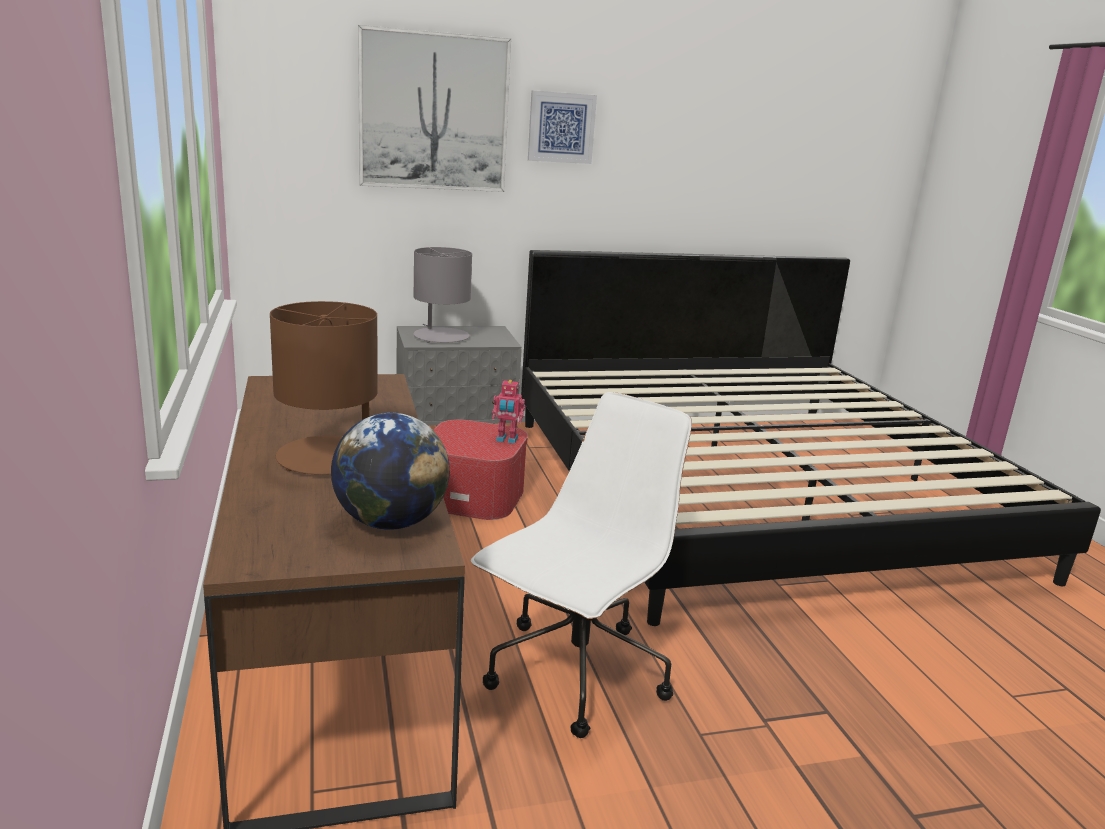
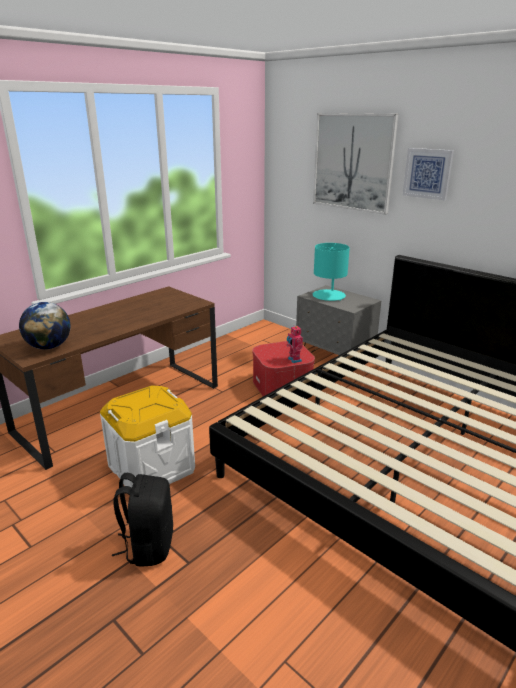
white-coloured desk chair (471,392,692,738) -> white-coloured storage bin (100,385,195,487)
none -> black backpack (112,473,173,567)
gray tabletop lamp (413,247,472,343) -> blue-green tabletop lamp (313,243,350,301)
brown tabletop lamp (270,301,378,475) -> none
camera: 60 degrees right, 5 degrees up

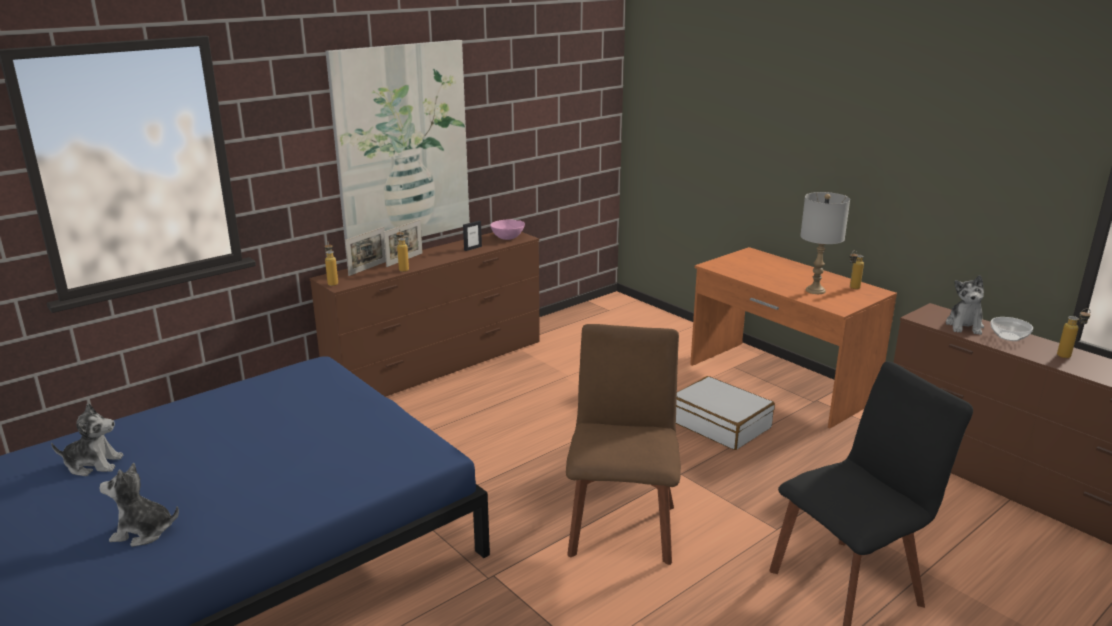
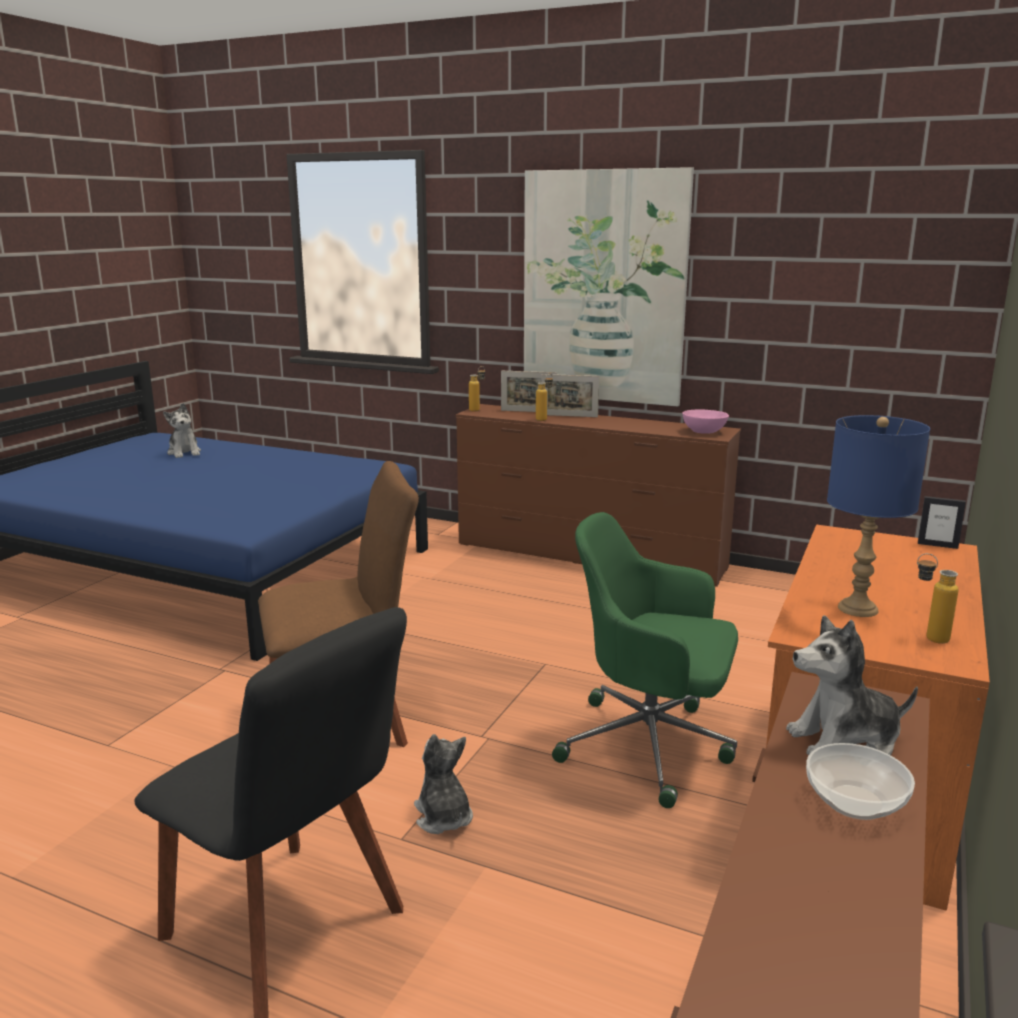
plush toy (99,463,179,547) -> plush toy (414,734,473,834), shifted
white-coloured suitcase (676,376,775,450) -> greenish desk chair (552,512,738,808)
gray tabletop lamp (800,192,850,294) -> bluish tabletop lamp (827,415,930,617)
picture frame (463,221,482,251) -> picture frame (918,496,966,549), shifted
bottle (1057,308,1090,358) -> none
camera: 65 degrees right, 5 degrees down

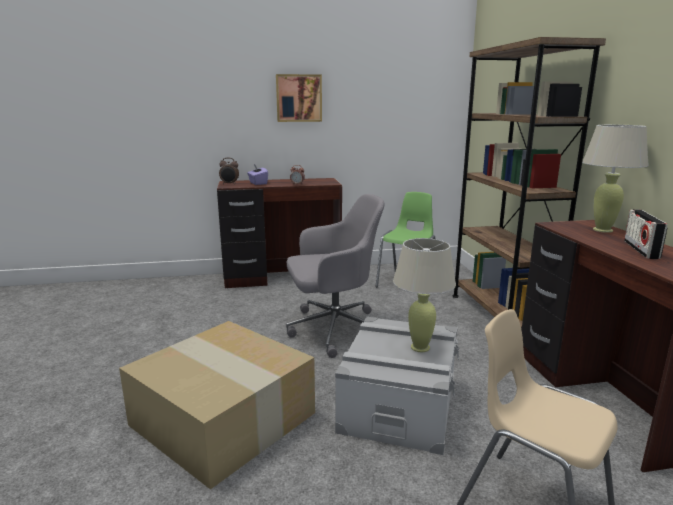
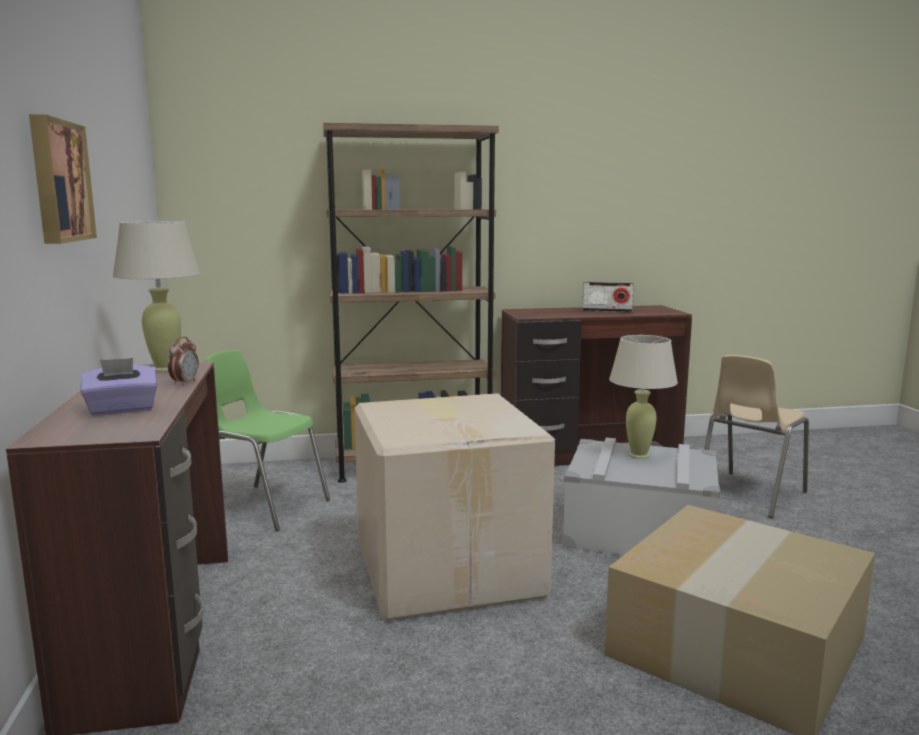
sand-coloured tabletop lamp (582,125,649,233) -> sand-coloured tabletop lamp (113,221,200,372), shifted
gray desk chair (286,194,384,358) -> carton (354,393,555,620)
bedside clock (219,158,239,185) -> none
camera: 90 degrees left, 5 degrees down

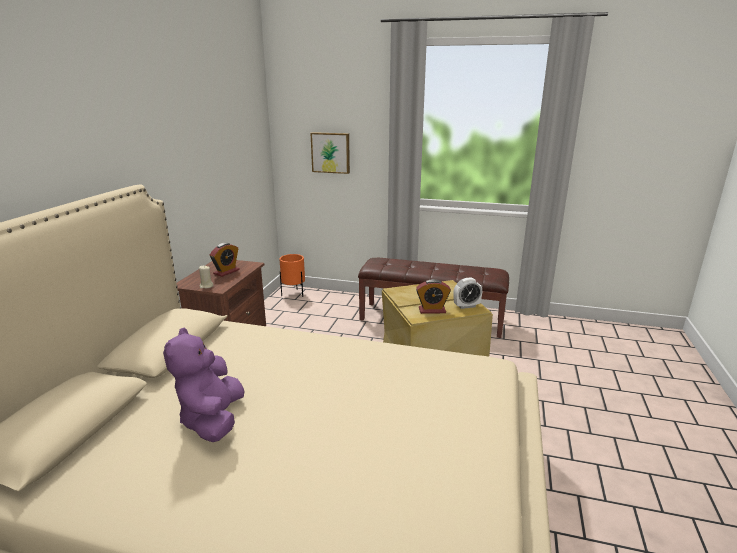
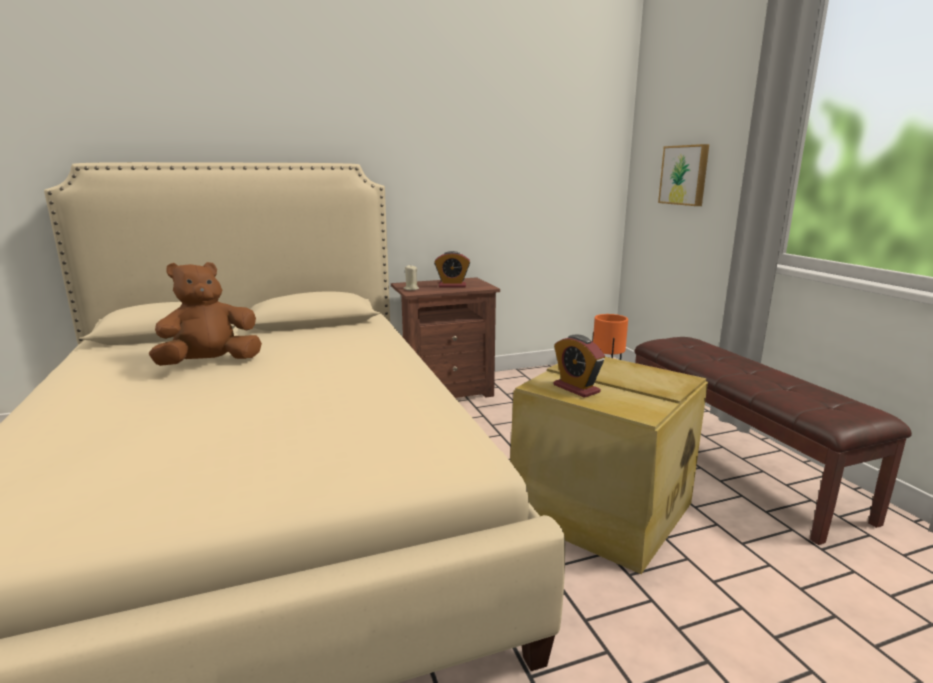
purple plush toy (163,328,245,442) -> brown plush toy (149,262,262,366)
bedside clock (453,278,482,309) -> none
camera: 55 degrees right, 5 degrees down

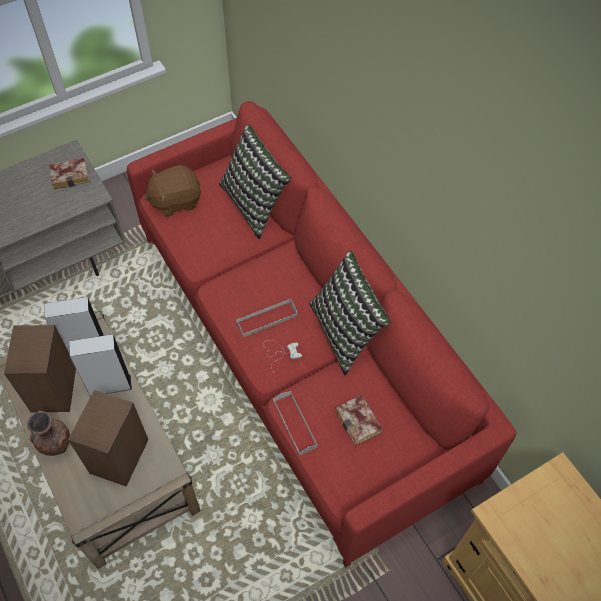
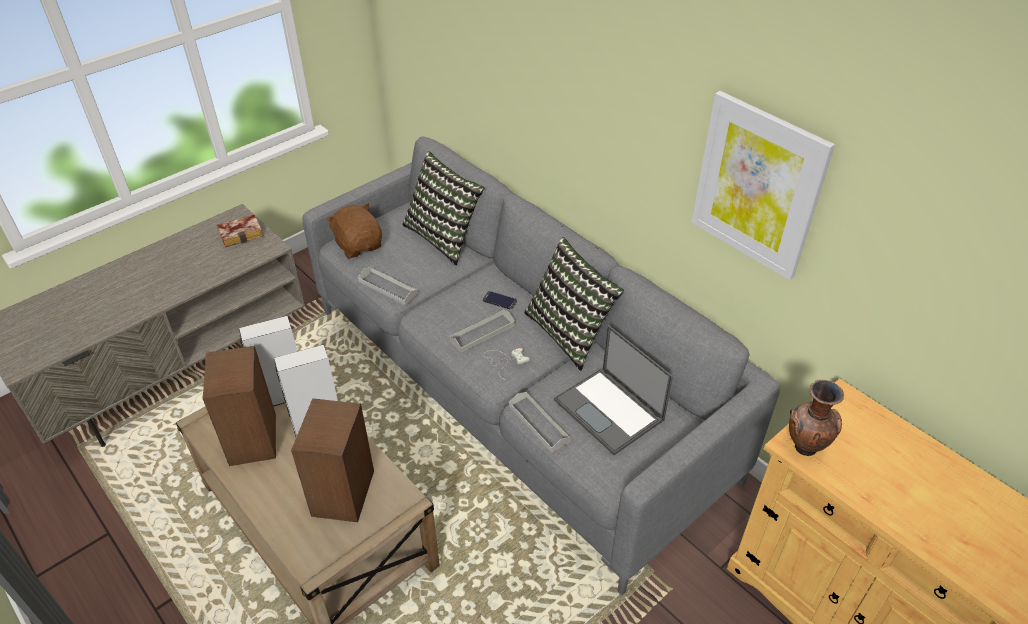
red-coloured sofa (127,101,517,567) -> gray sofa (303,137,780,595)
brown plush toy (144,165,201,217) -> brown plush toy (326,203,382,259), 90 degrees clockwise
none -> gray serving tray (358,267,418,305)
none -> handset (482,291,517,309)
volume (335,395,383,446) -> portable computer (554,325,673,455)
none -> wall picture (691,91,835,280)
brown flower vase (27,411,70,456) -> brown flower vase (789,380,844,456), shifted
camera: 10 degrees left, 15 degrees down

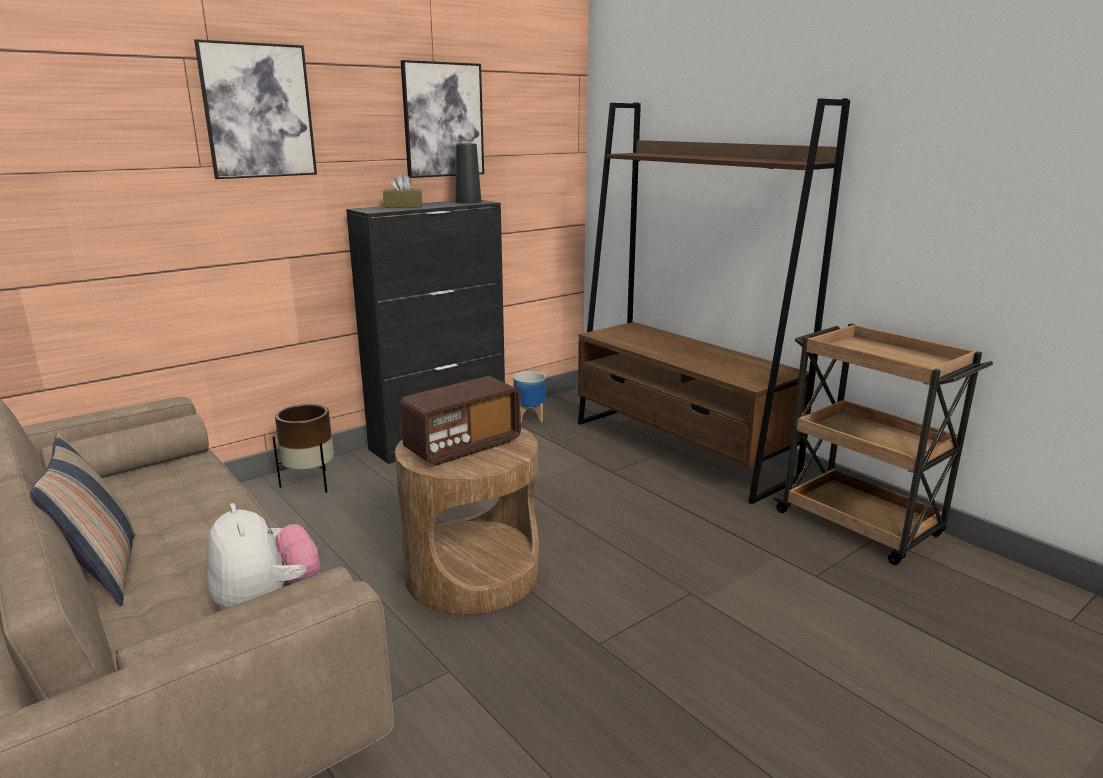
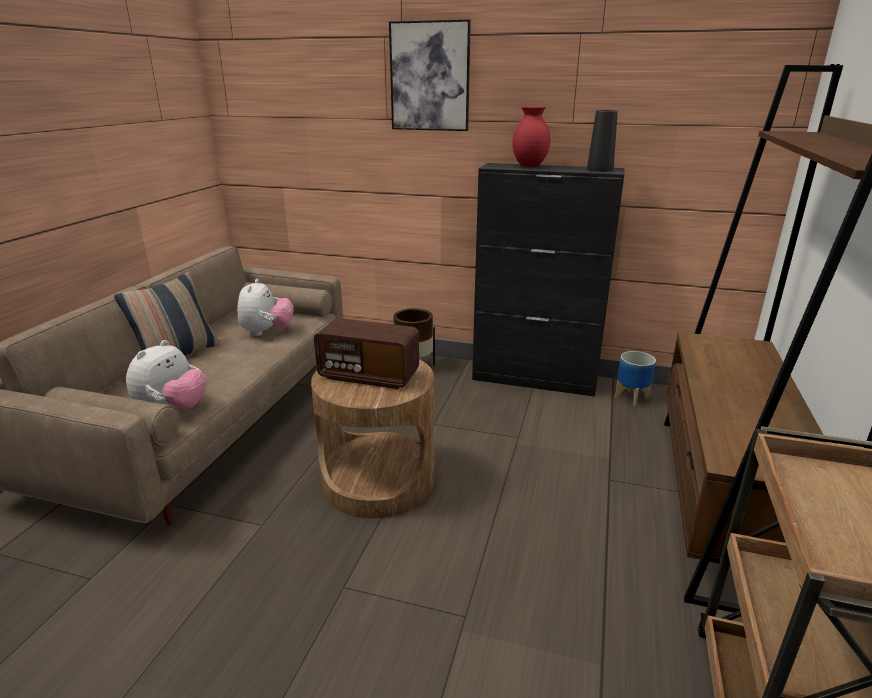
none -> plush toy (237,279,293,336)
brown tissue box (383,174,422,208) -> red-coloured flower vase (512,106,551,167)
wall picture (401,60,484,178) -> none
camera: 55 degrees right, 5 degrees up

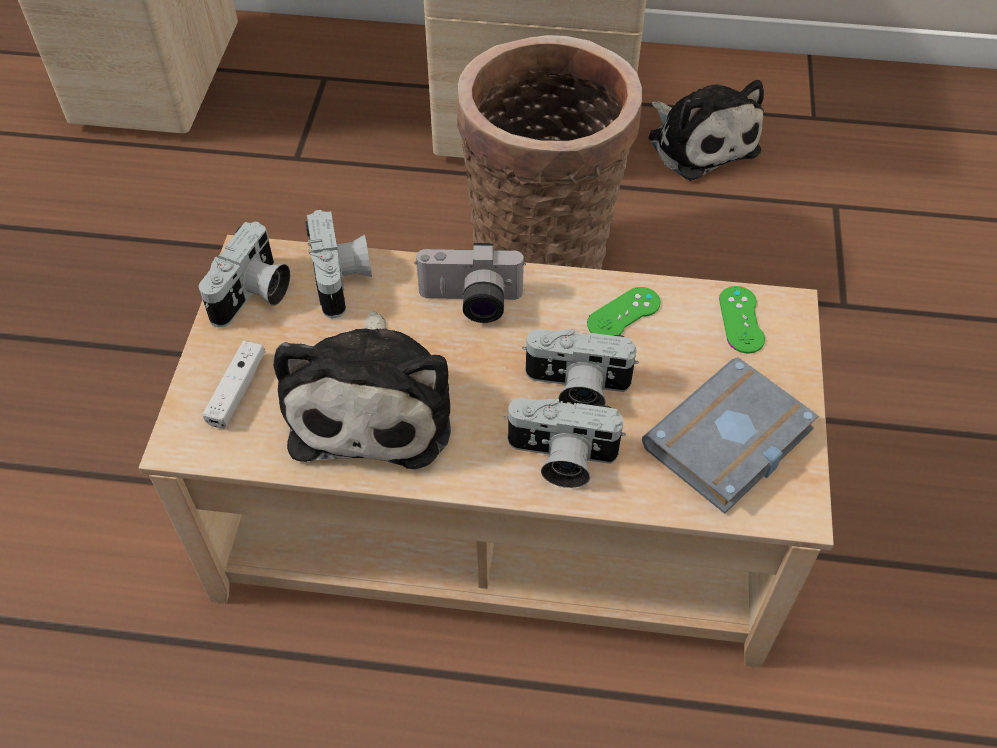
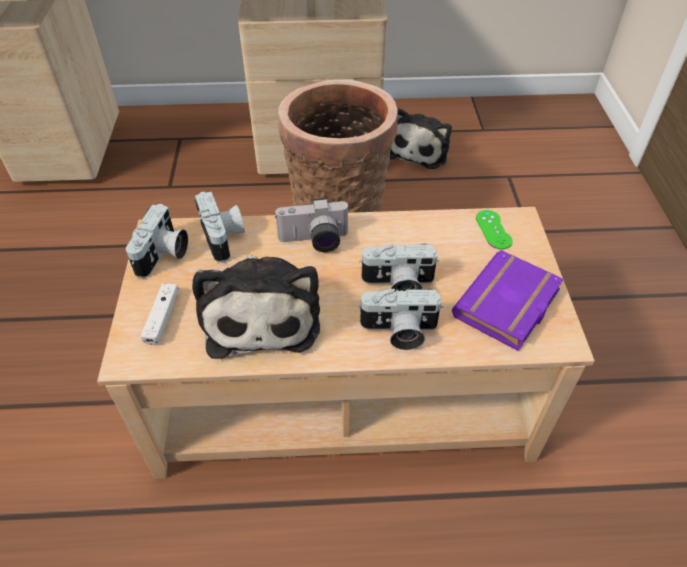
plush toy (648,80,764,181) -> plush toy (390,108,452,169), 60 degrees clockwise
gray volume (642,357,819,514) -> purple volume (452,250,563,351)
greenish game controller (587,287,661,336) -> none
camera: 10 degrees left, 5 degrees down

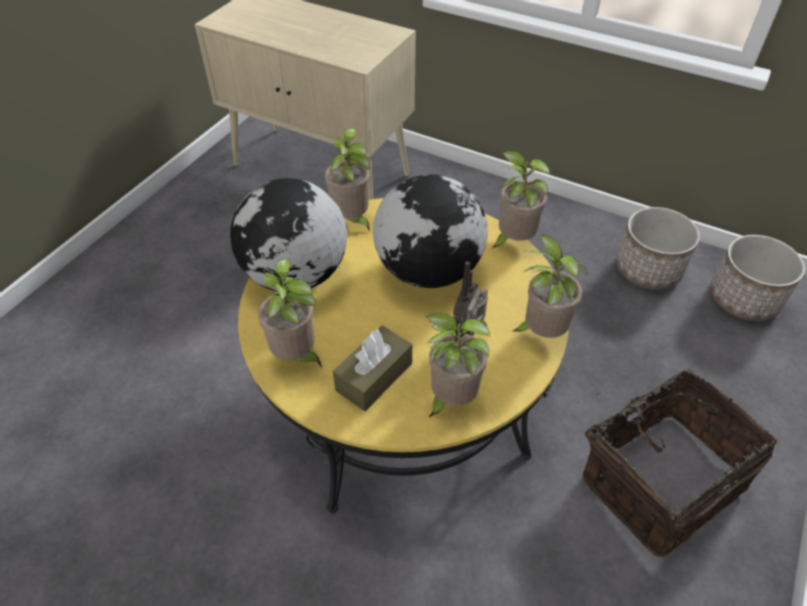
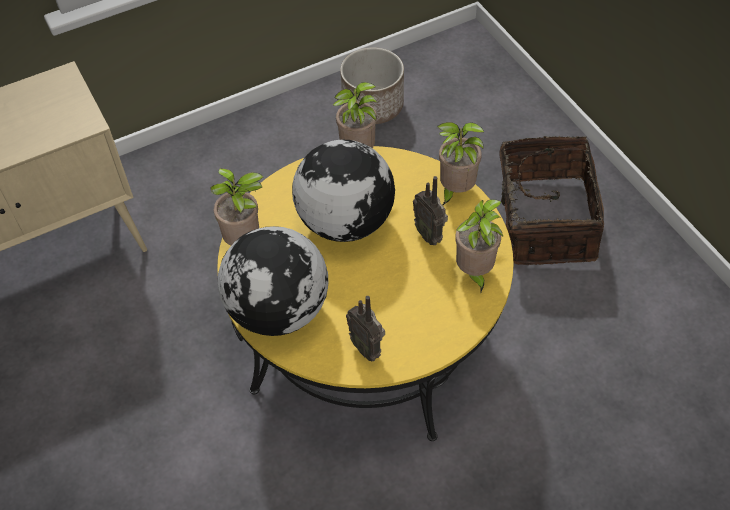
houseplant (258,259,322,367) -> radio (346,296,385,361)
brown tissue box (333,325,412,411) -> none
plant pot (710,235,805,321) -> none
camera: 55 degrees left, 5 degrees up

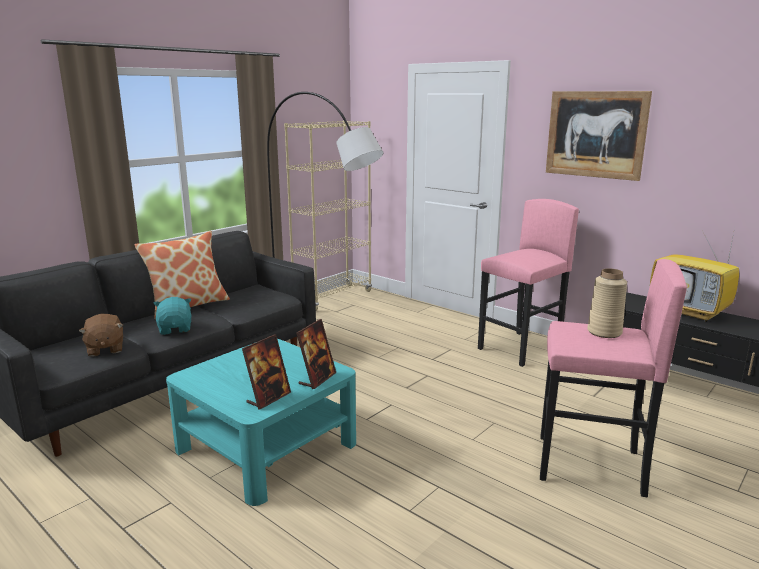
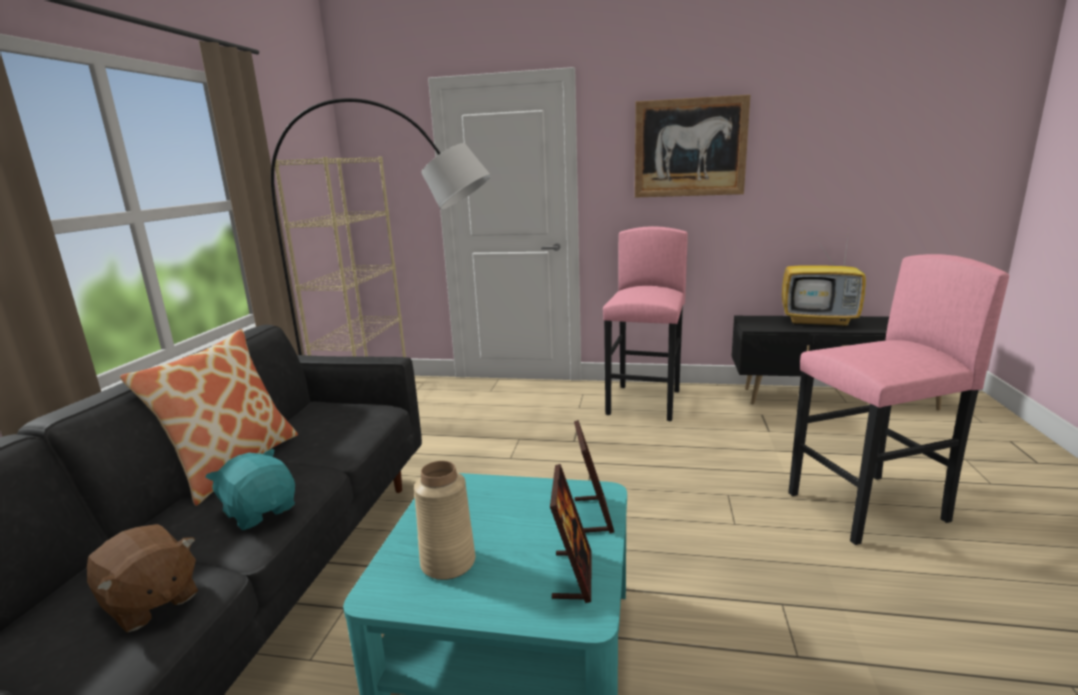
sand-coloured flower vase (587,268,627,338) -> sand-coloured flower vase (414,461,475,580), shifted
camera: 30 degrees left, 0 degrees up

